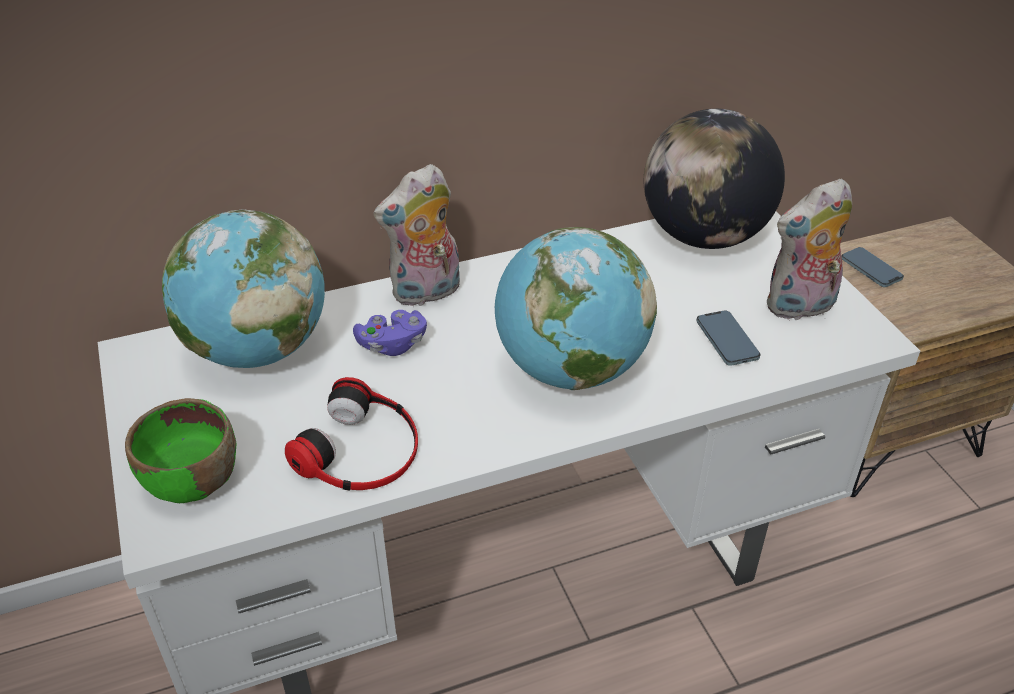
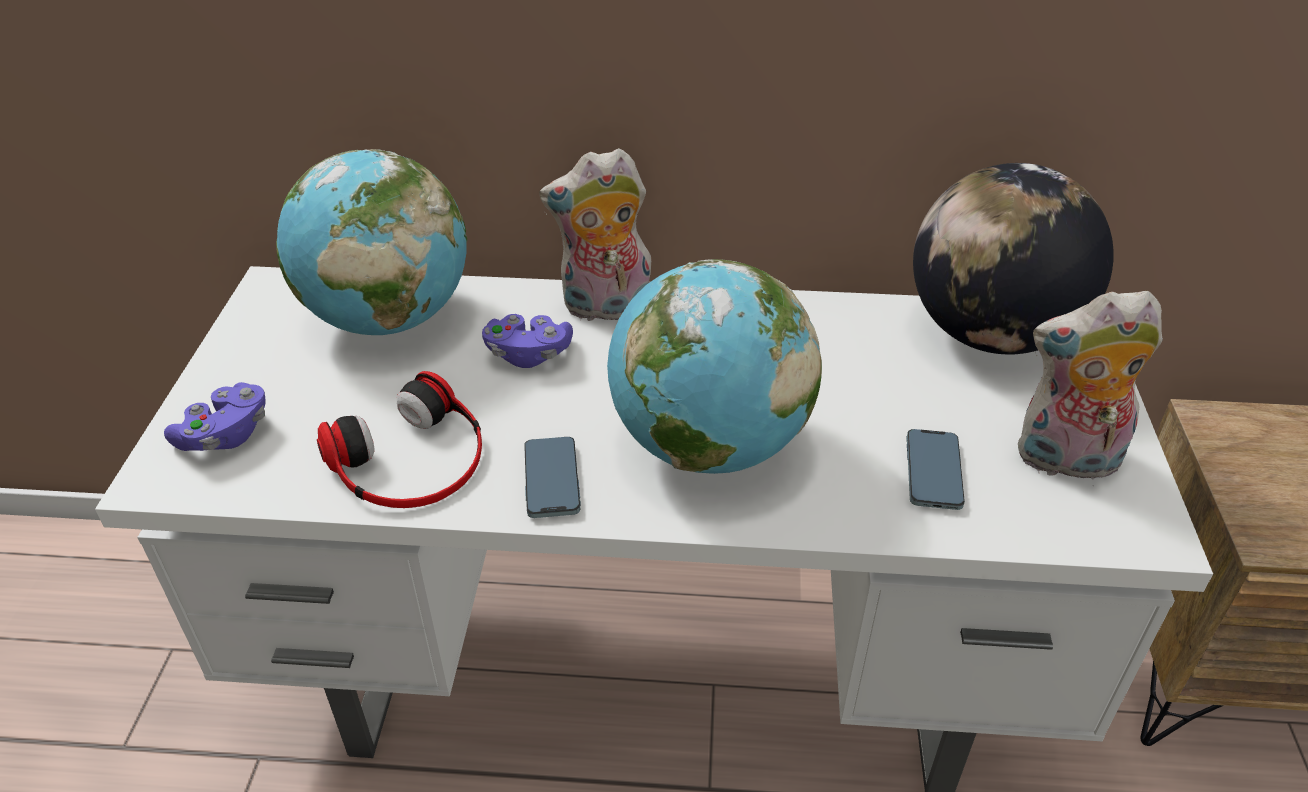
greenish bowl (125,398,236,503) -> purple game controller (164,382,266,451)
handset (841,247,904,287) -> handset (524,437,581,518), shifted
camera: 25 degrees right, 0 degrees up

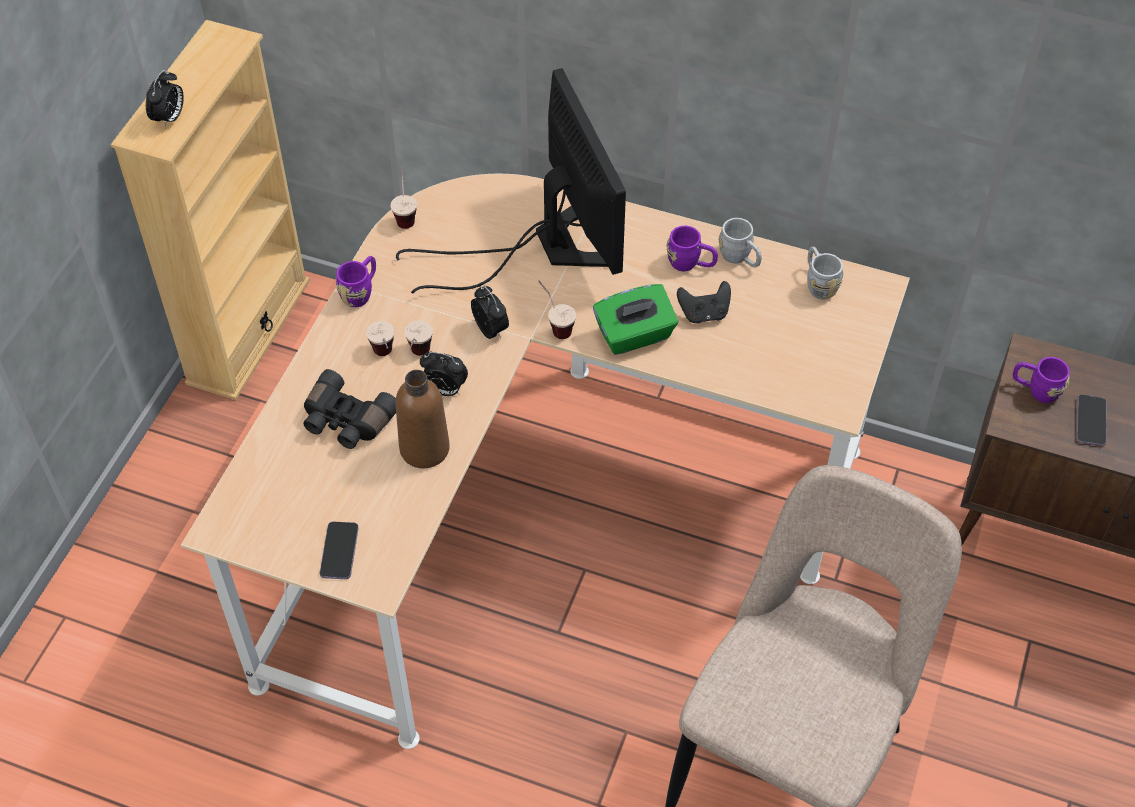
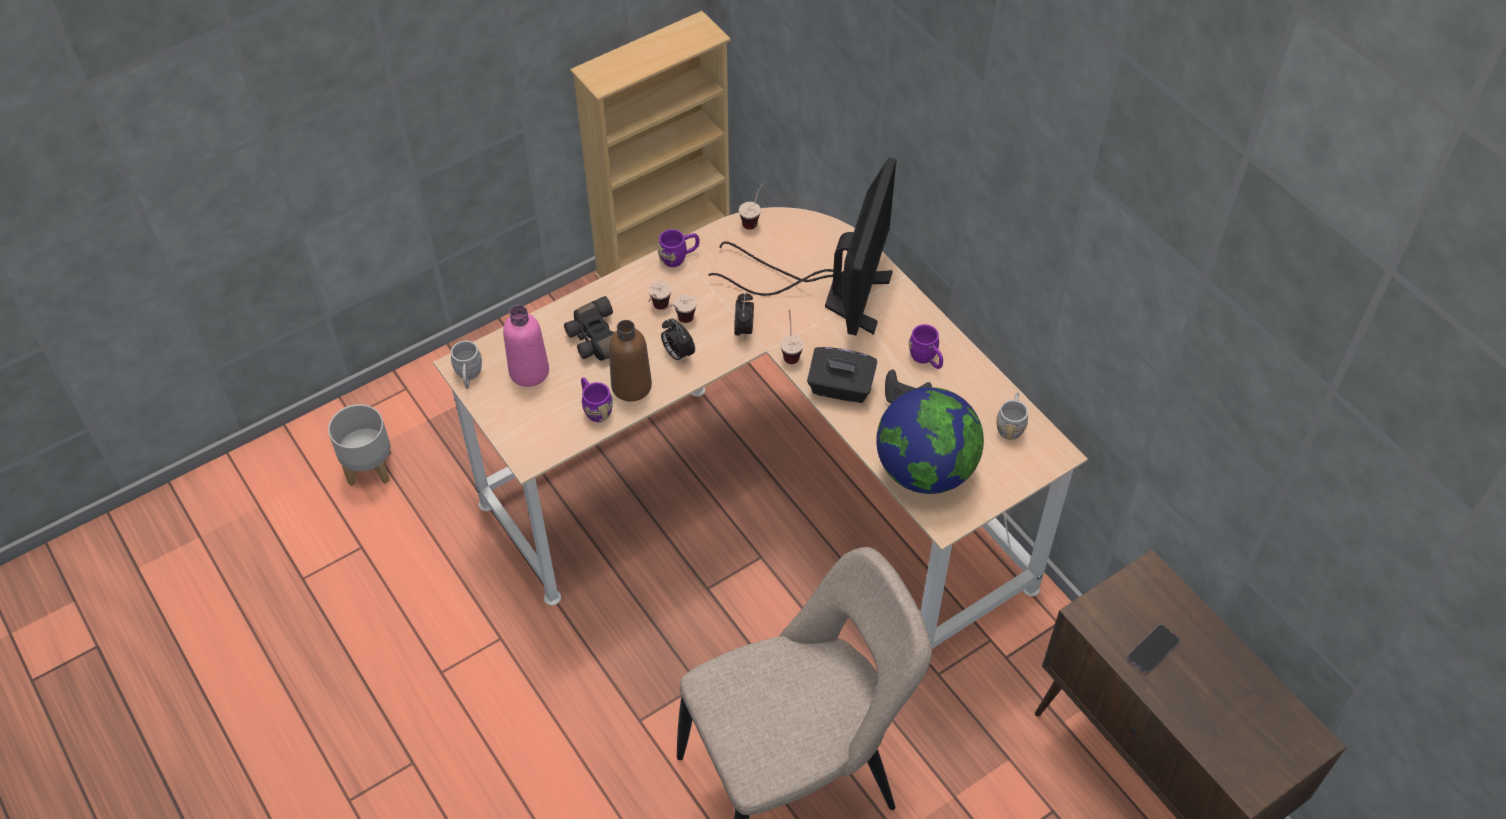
none -> gray plant pot (328,404,392,486)
gray coffee mug (719,218,762,267) -> gray coffee mug (451,341,482,389), shifted
none -> pink-coloured bottle (503,305,549,387)
purple coffee mug (1013,357,1070,403) -> purple coffee mug (581,377,613,422), shifted
greenish tissue box (593,284,678,355) -> black tissue box (807,347,877,403)
none -> globe (876,387,984,494)
bedside clock (146,70,184,128) -> none
handset (320,522,359,579) -> none
camera: 35 degrees right, 0 degrees up

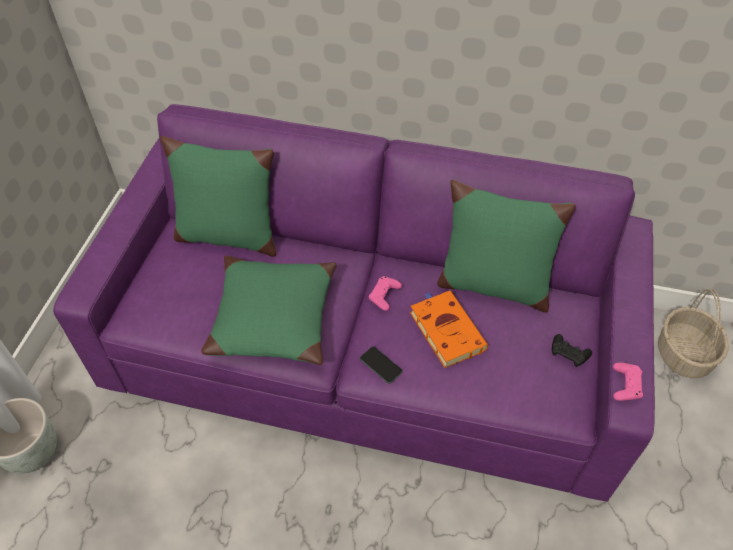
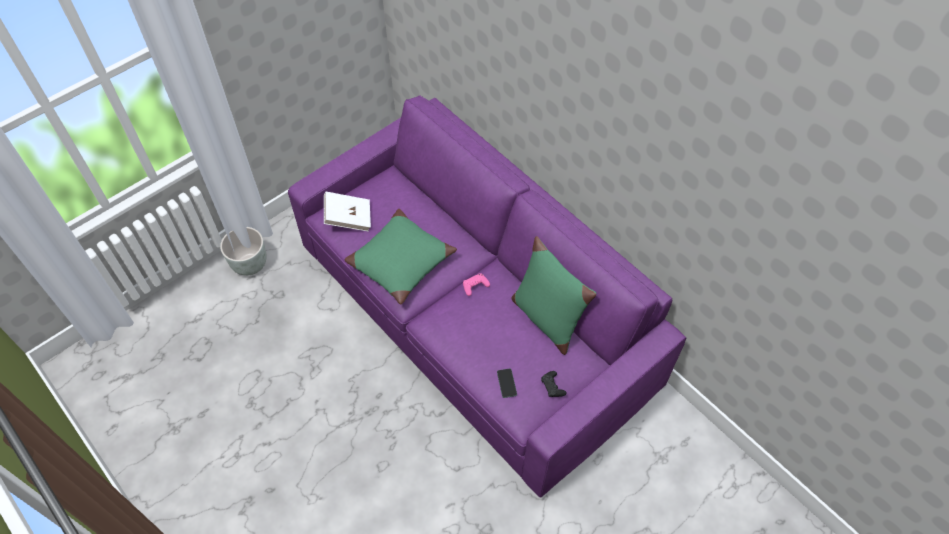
none -> white-coloured volume (324,192,371,232)
handset (360,346,403,384) -> handset (497,368,517,398), shifted
greenish pillow (160,136,276,257) -> none
orange volume (410,291,488,368) -> none
pink-coloured game controller (613,363,643,401) -> none
storage basket (658,289,729,378) -> none
camera: 35 degrees right, 5 degrees up

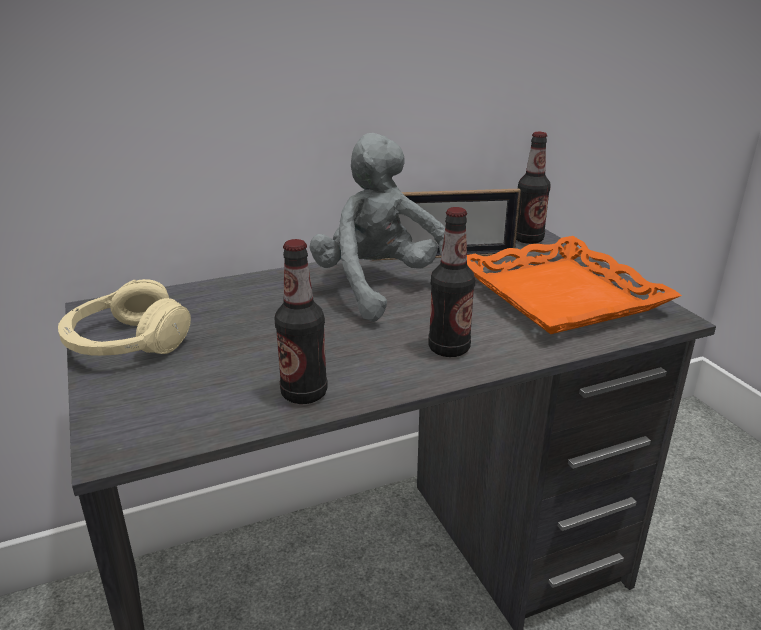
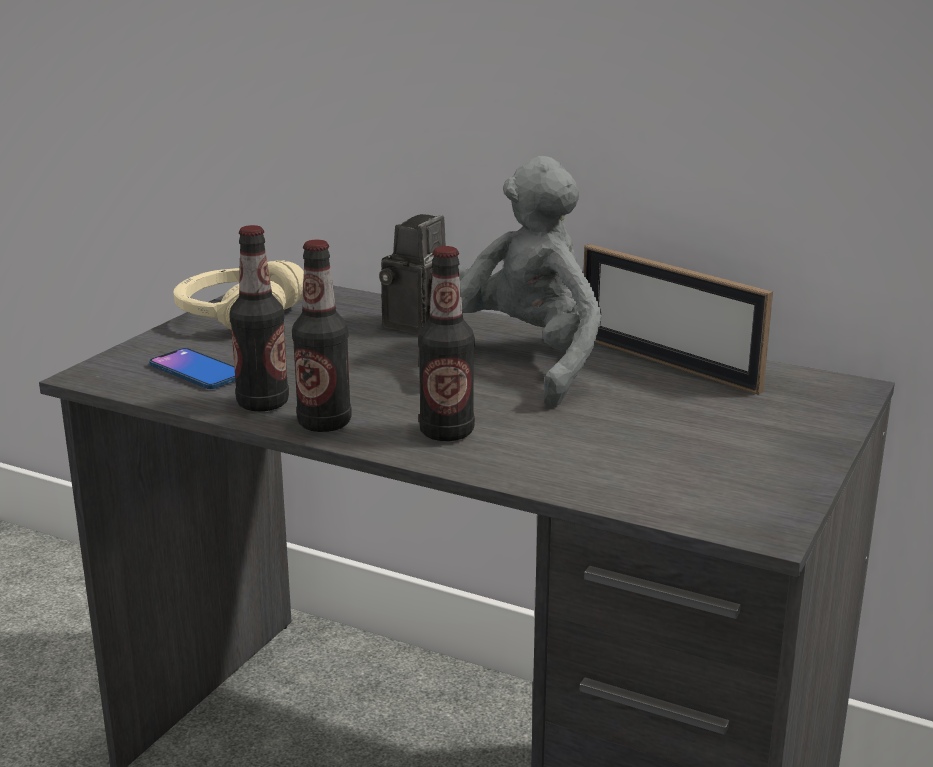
none -> handset (149,348,235,389)
bottle (516,132,551,244) -> bottle (292,240,352,432), shifted
none -> still camera (379,214,446,335)
orange serving tray (467,236,682,334) -> none
camera: 50 degrees right, 5 degrees down

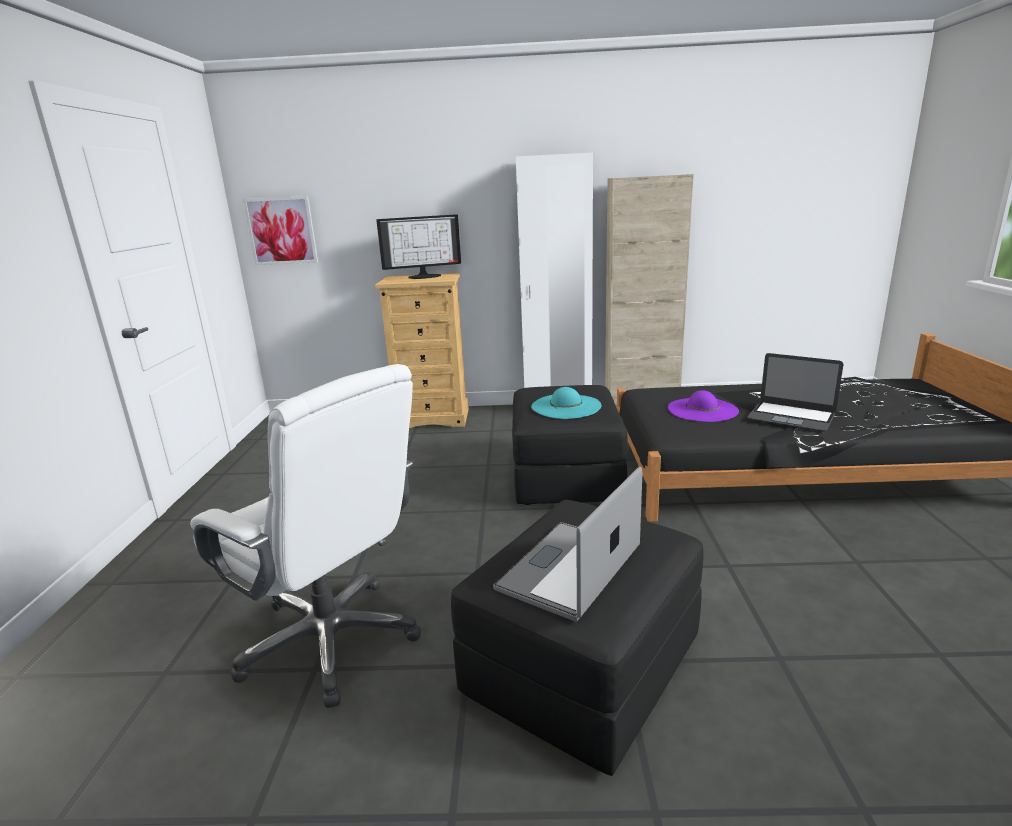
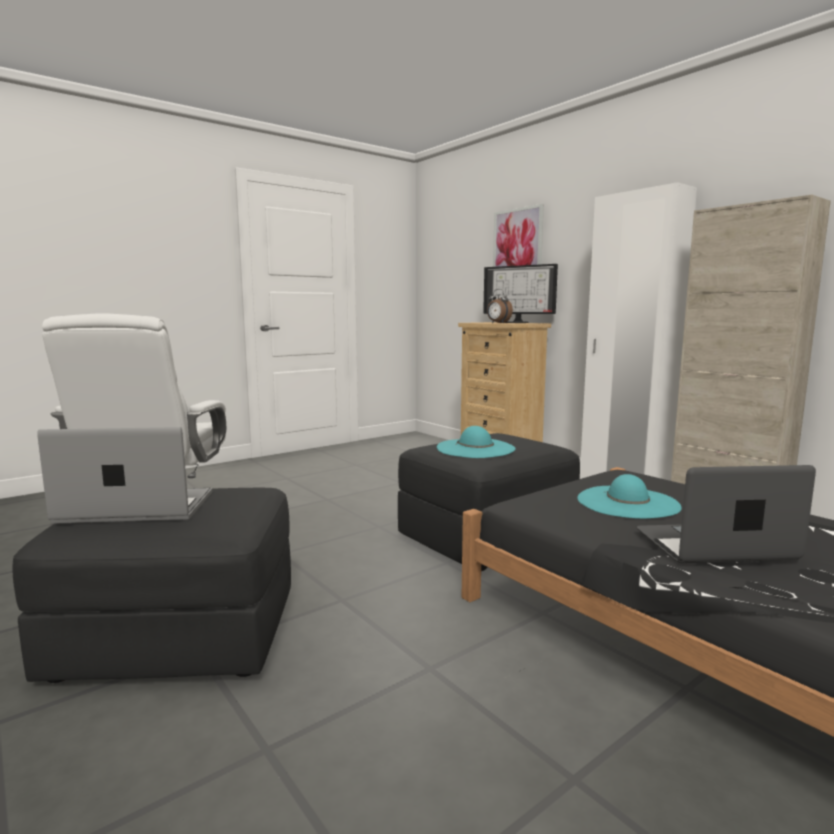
none -> bedside clock (487,289,513,323)
wall picture (243,196,318,265) -> wall picture (493,204,544,267), shifted
purple clothing hat (668,390,739,422) -> blue-green clothing hat (577,474,682,519)
portable computer (747,353,843,431) -> portable computer (637,465,816,564), 90 degrees clockwise
camera: 50 degrees right, 10 degrees down

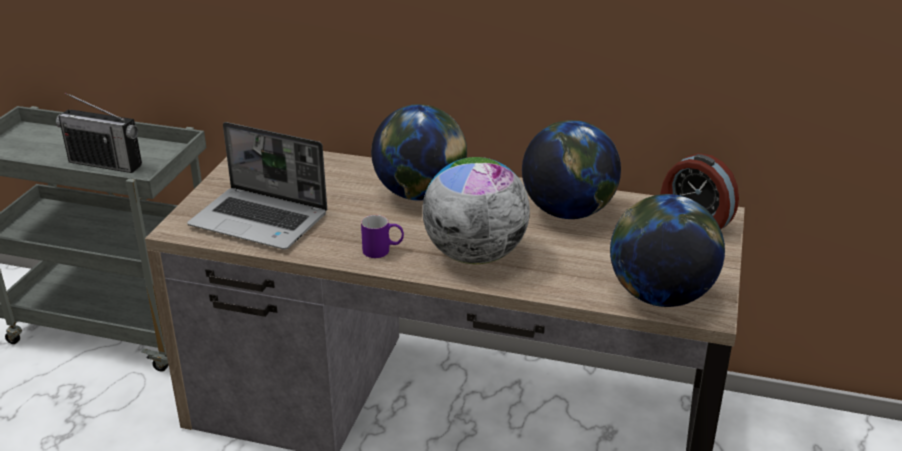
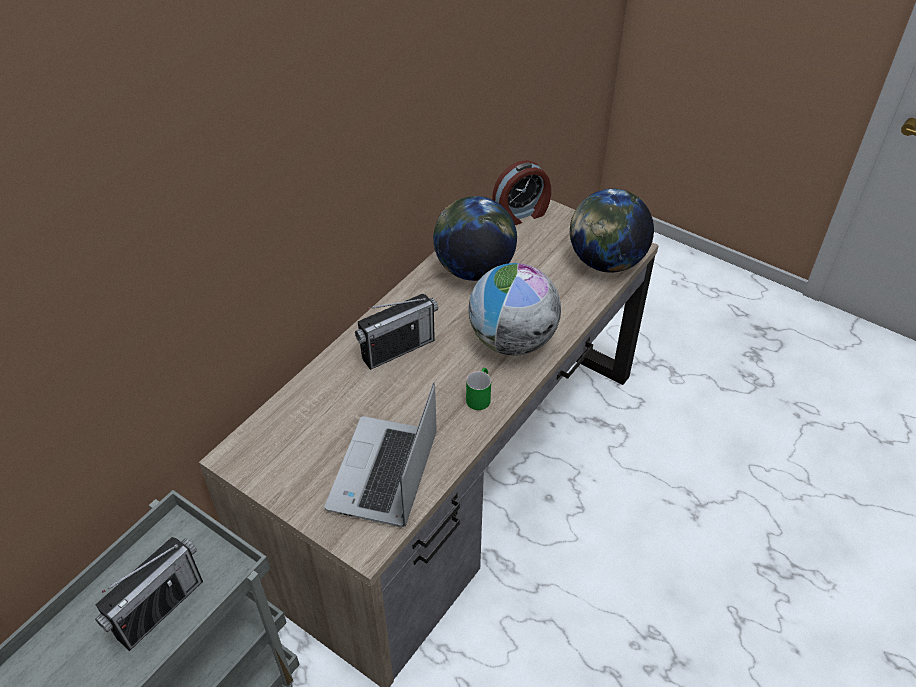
portable computer (187,122,327,250) -> portable computer (325,382,437,527), 150 degrees clockwise
globe (371,104,467,201) -> radio (355,294,438,370)
purple coffee mug (361,215,404,258) -> greenish coffee mug (466,368,491,410)
camera: 70 degrees left, 15 degrees up

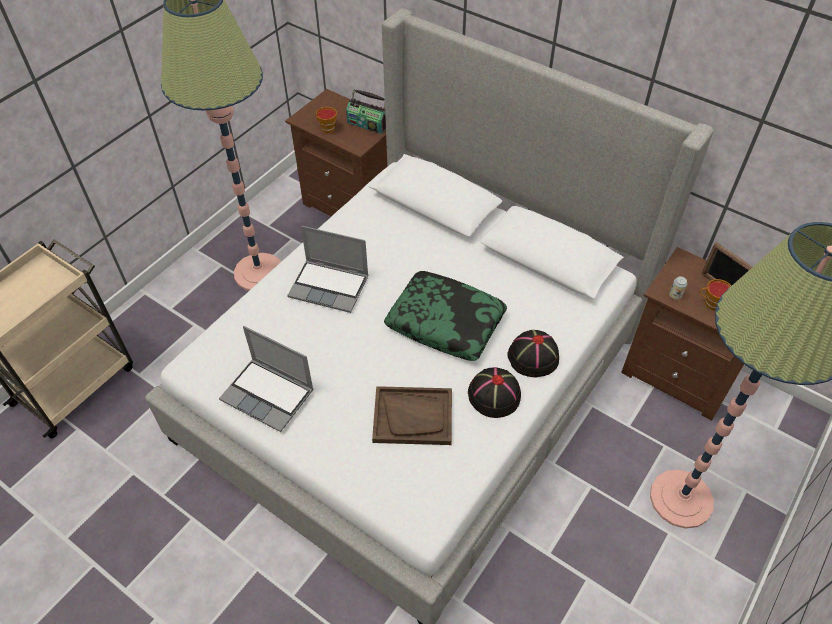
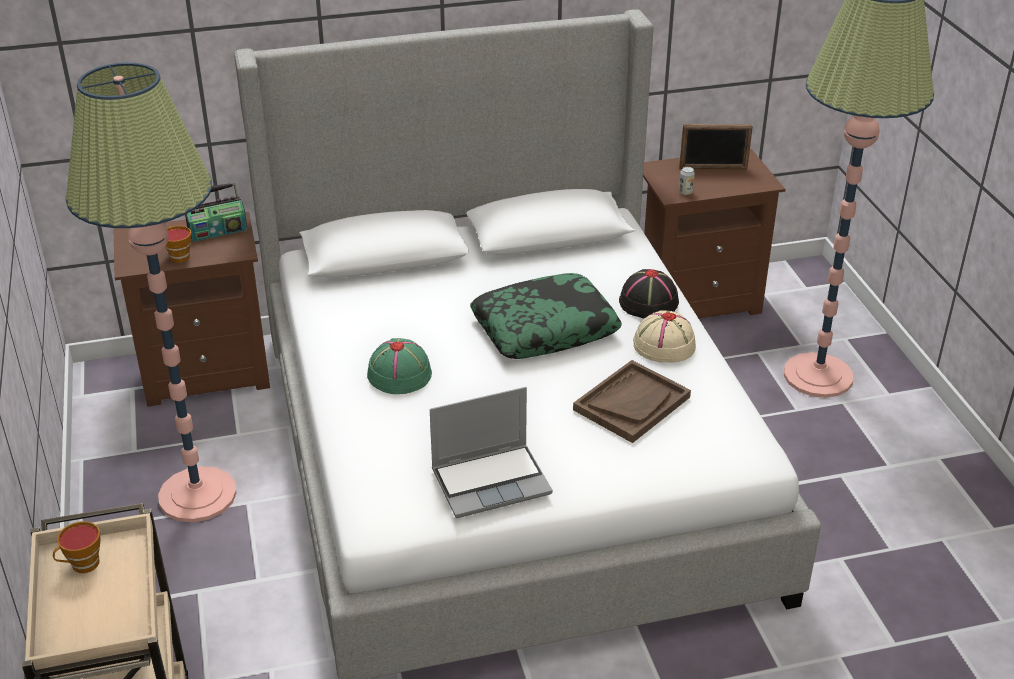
cup (699,279,731,311) -> cup (53,521,100,573), shifted
portable computer (287,226,369,313) -> greenish clothing hat (367,338,432,394)
black clothing hat (468,367,521,418) -> sand-coloured clothing hat (633,310,696,363)
camera: 50 degrees left, 15 degrees down

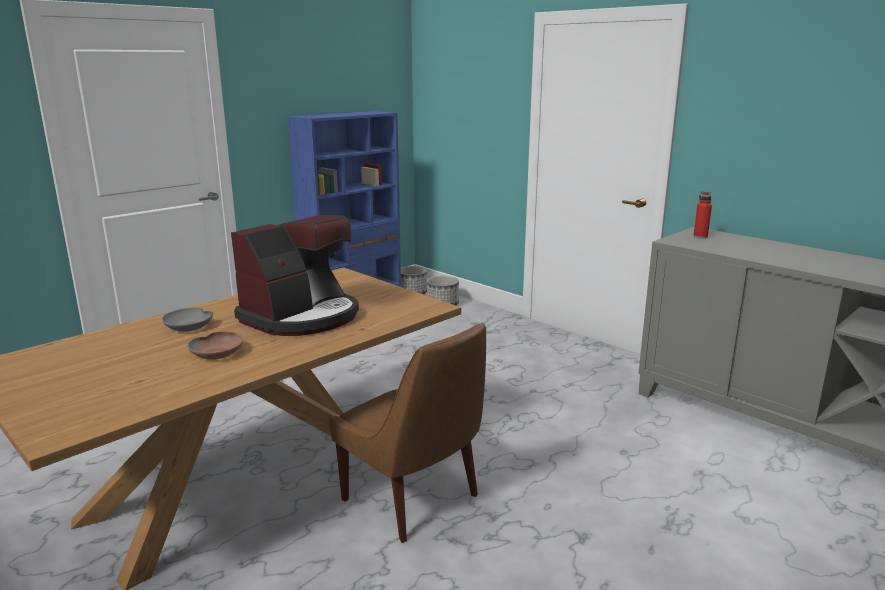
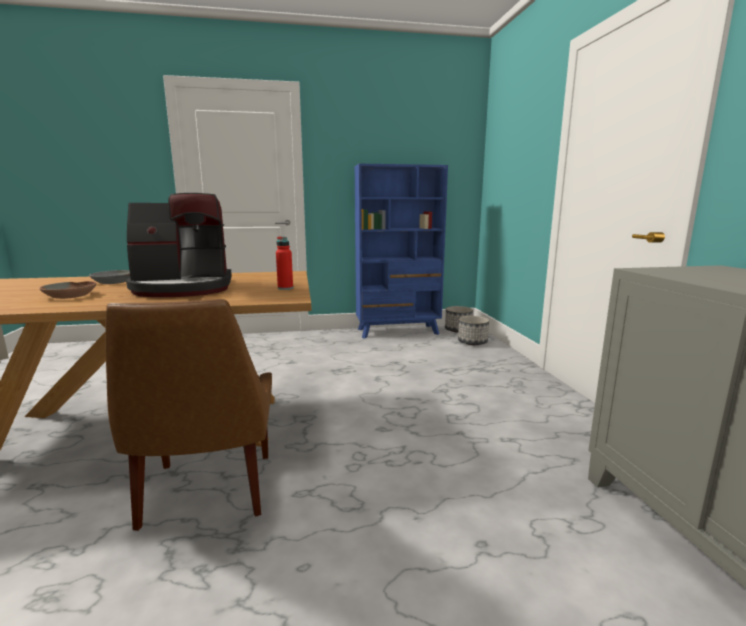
red-coloured bottle (693,192,712,239) -> red-coloured bottle (276,236,293,290), shifted
camera: 35 degrees right, 5 degrees down

